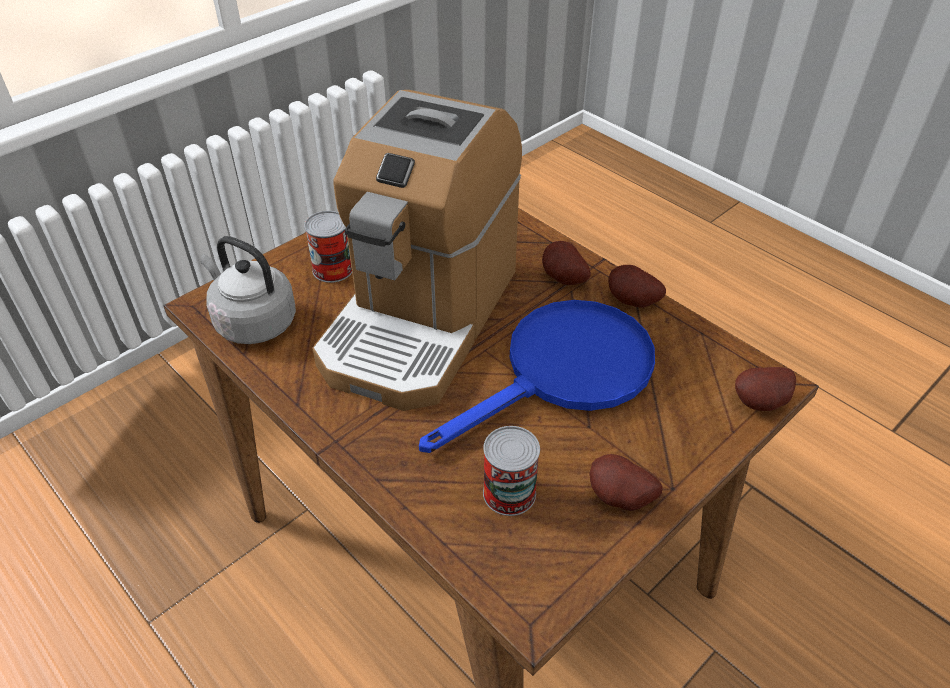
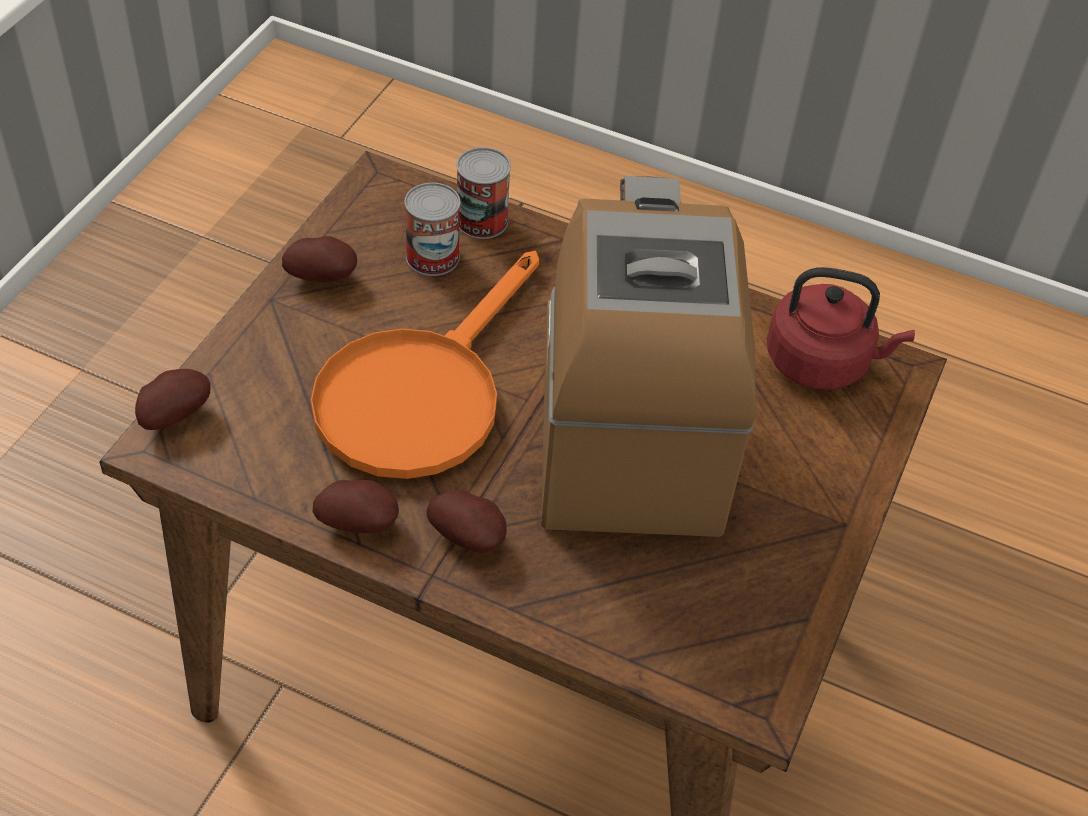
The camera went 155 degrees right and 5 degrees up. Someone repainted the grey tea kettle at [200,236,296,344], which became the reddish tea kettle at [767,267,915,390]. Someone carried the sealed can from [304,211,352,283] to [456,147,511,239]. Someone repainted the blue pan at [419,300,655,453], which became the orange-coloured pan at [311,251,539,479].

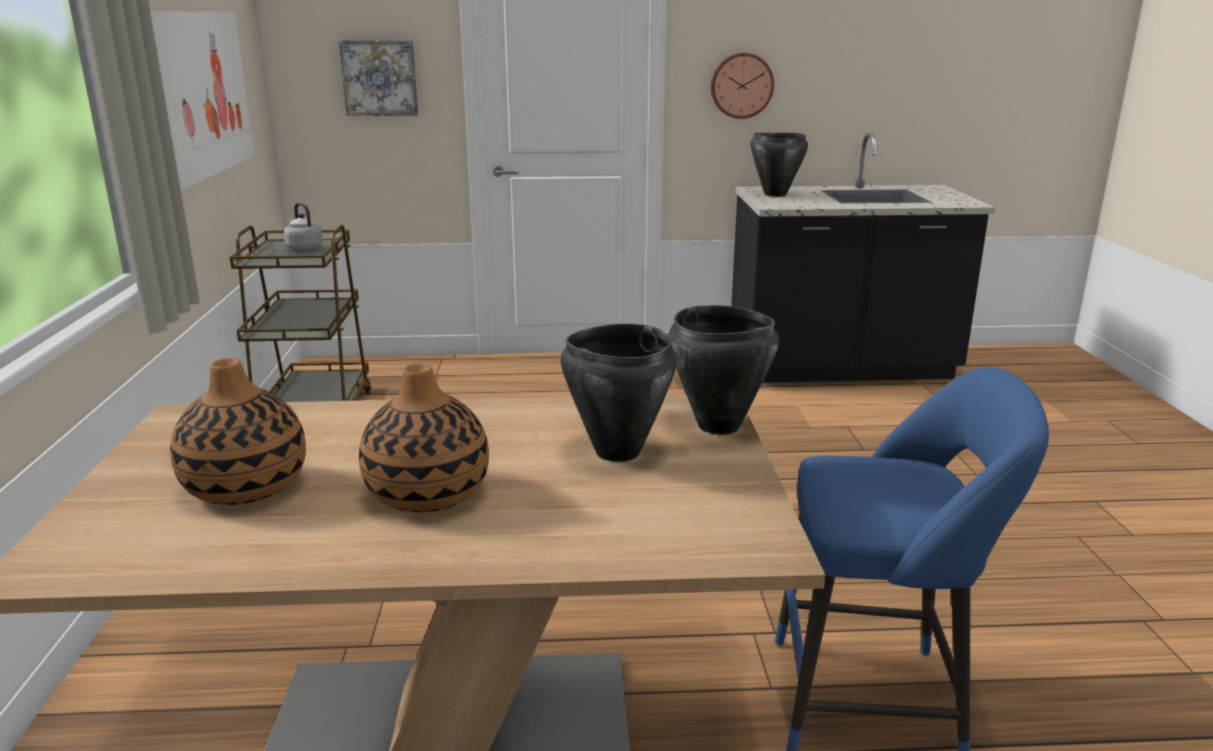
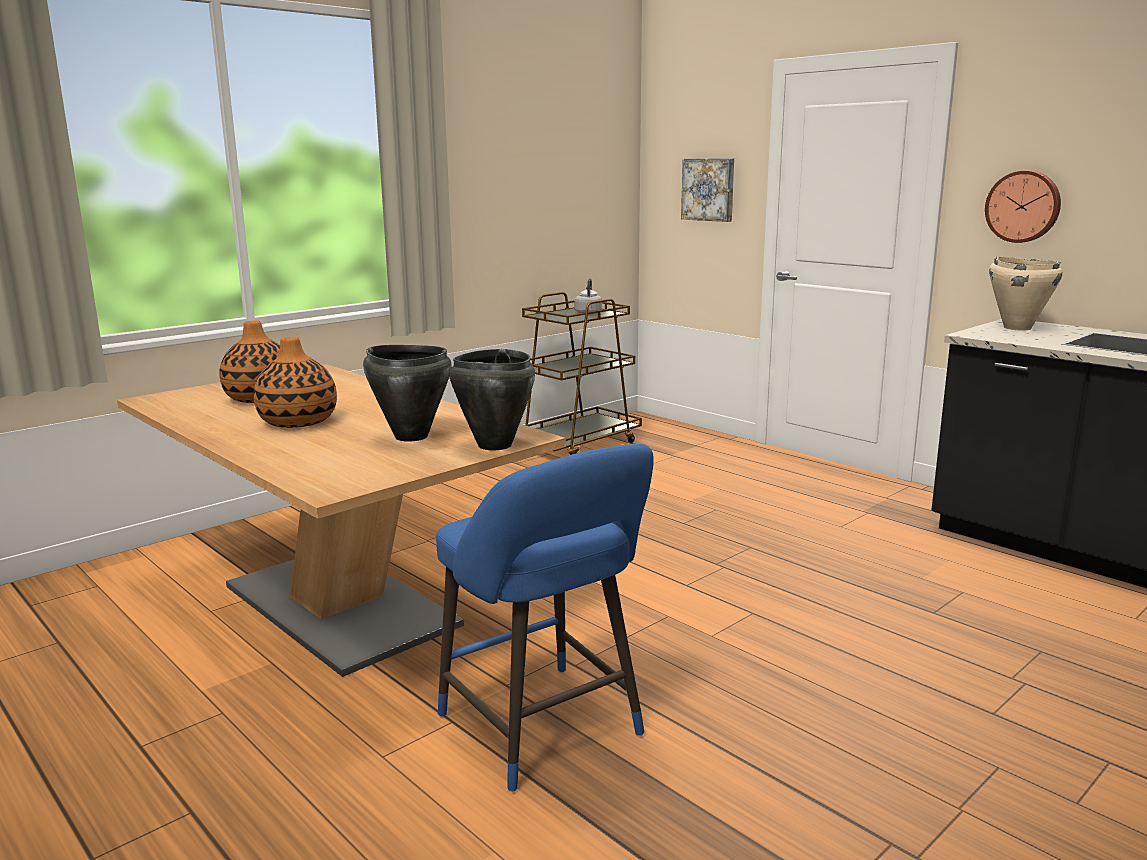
The camera went 50 degrees right and 5 degrees down. Someone took away the wall picture at [150,11,255,190]. Someone repainted the blackish saucepot at [750,133,808,197], which became the beige-coloured saucepot at [989,257,1063,331].

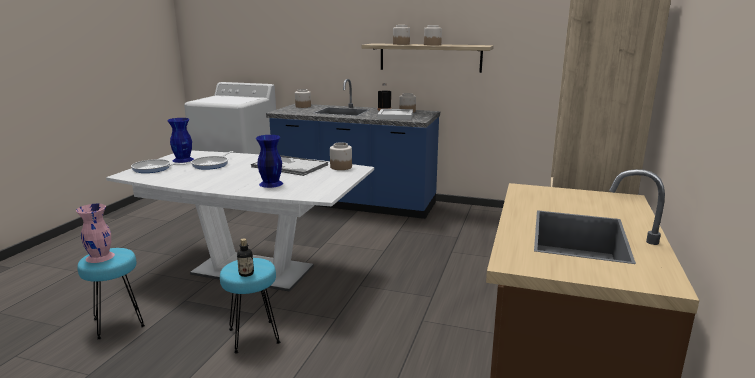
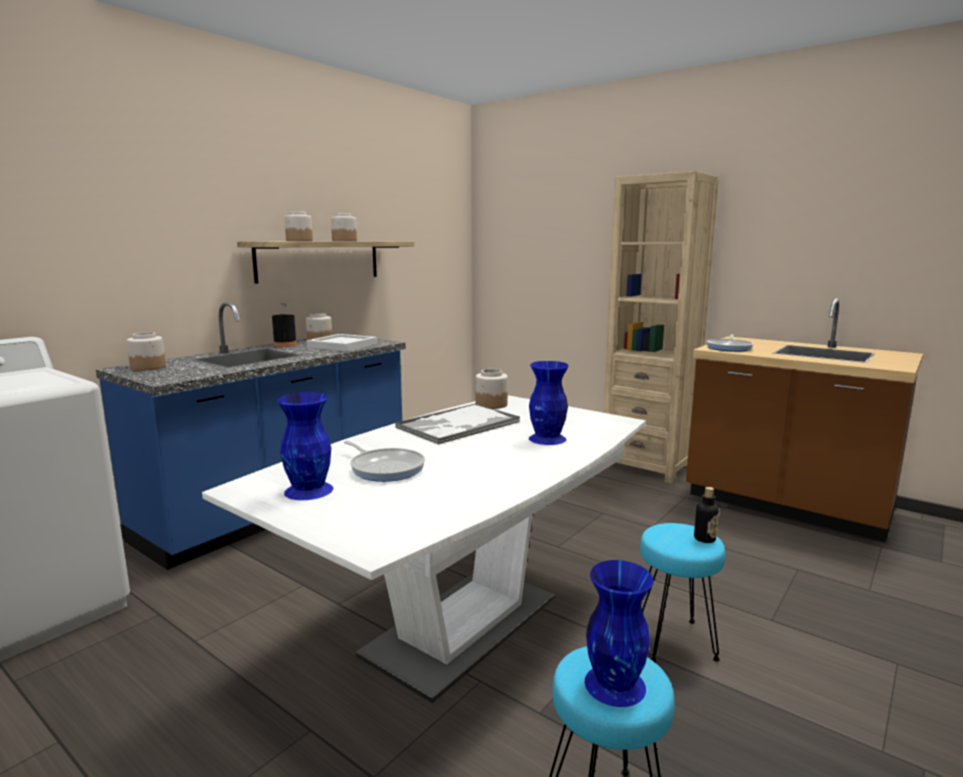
The camera went 70 degrees left and 5 degrees down. Someone repainted the pink-coloured vase at [76,204,115,263], which became the blue vase at [585,560,654,707]. Someone carried the pan from [131,159,187,173] to [706,335,754,352].

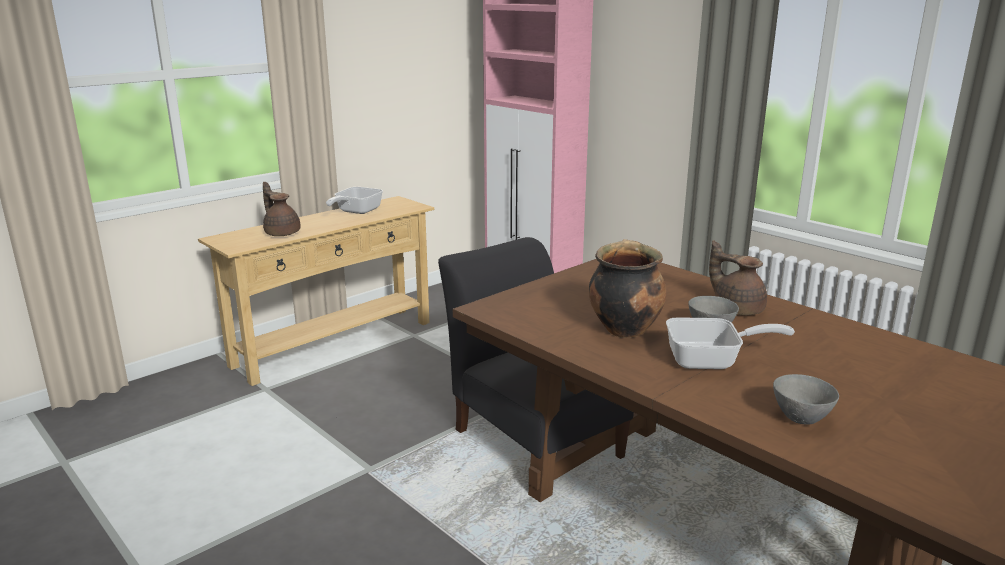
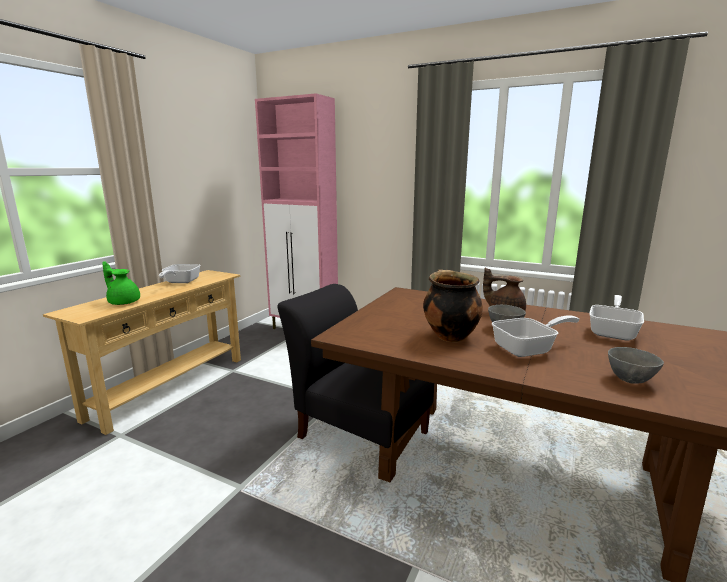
The camera went 20 degrees left and 5 degrees down. Someone repainted the brown pot for tea at [263,182,301,236], which became the green pot for tea at [102,262,140,305]. Someone put down the pan at [589,295,644,341].

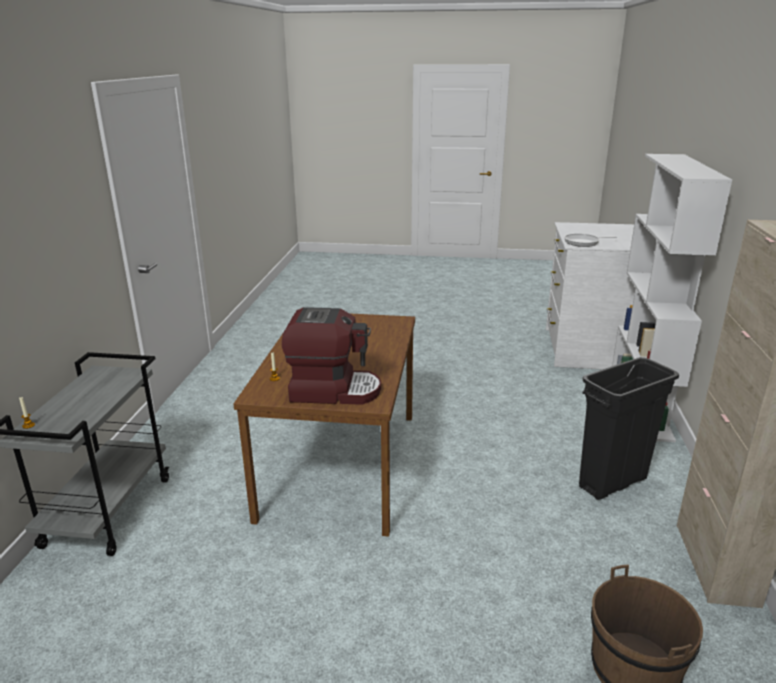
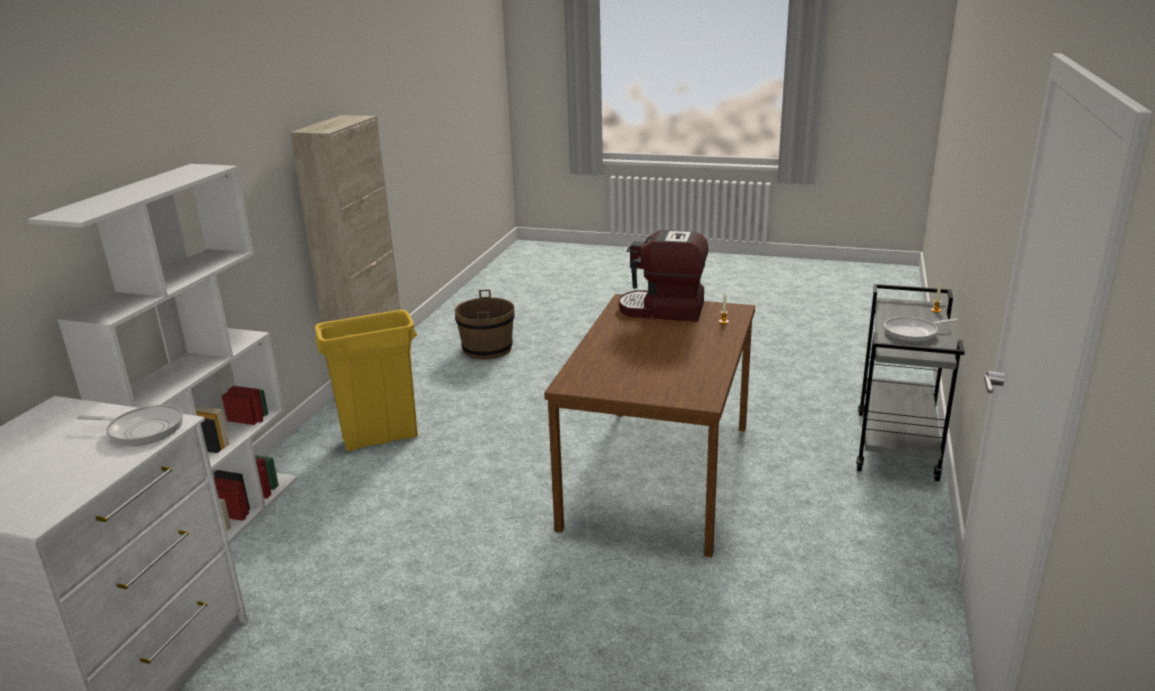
The camera went 170 degrees left and 0 degrees up. Someone repainted the blackish waste bin at [579,357,679,500], which became the yellow-coloured waste bin at [315,310,418,451]. Someone put down the pan at [884,317,958,342].

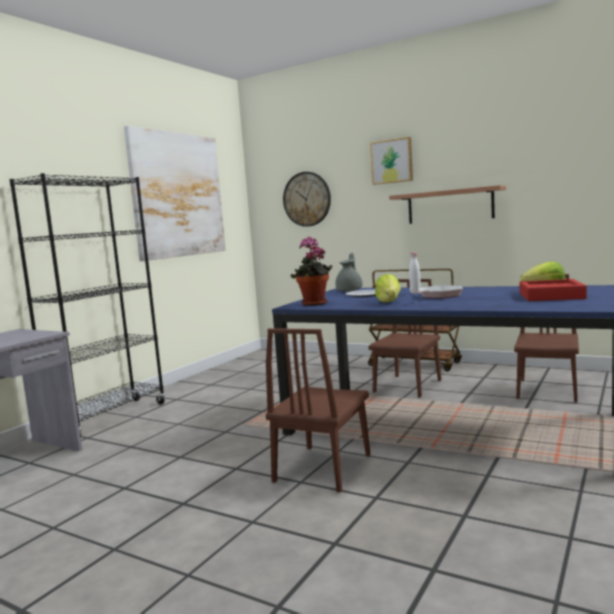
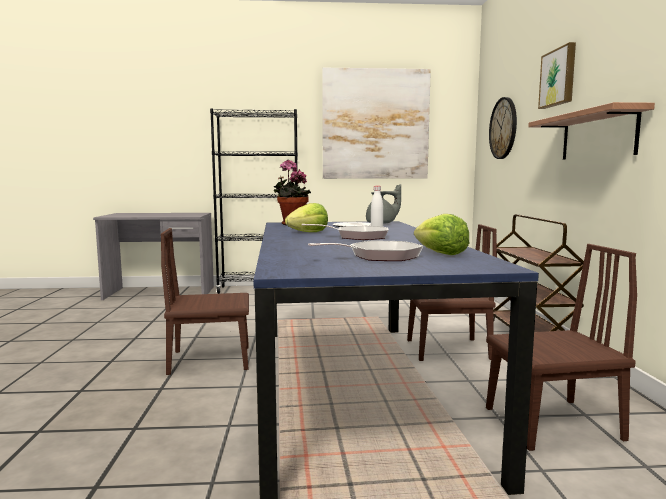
The camera went 55 degrees right and 0 degrees up. Someone swapped the reddish serving tray at [520,279,587,301] for the pan at [308,241,423,261].

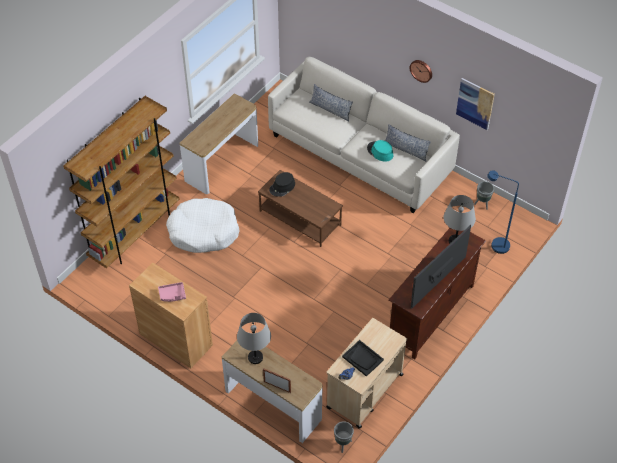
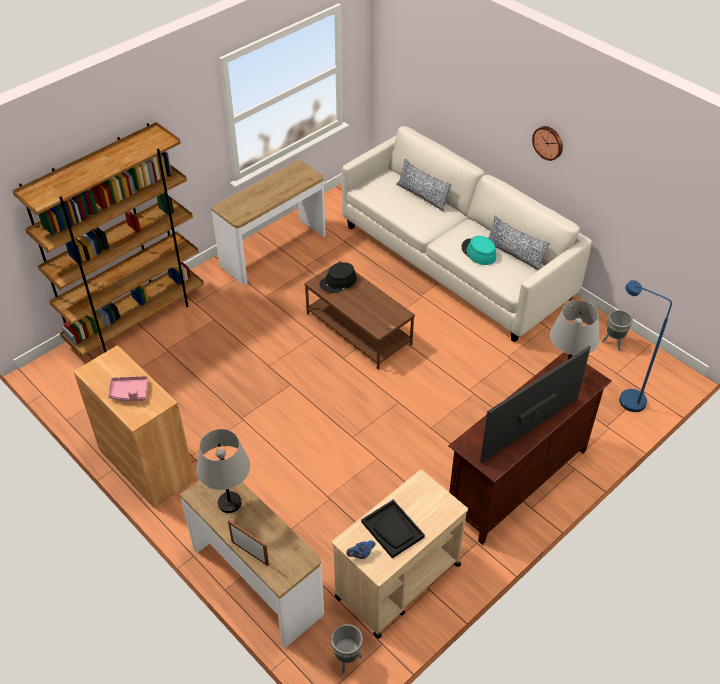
The camera went 10 degrees right and 5 degrees down. Someone took away the white pet bed at [166,198,239,253]. Someone took away the wall picture at [456,78,495,130].

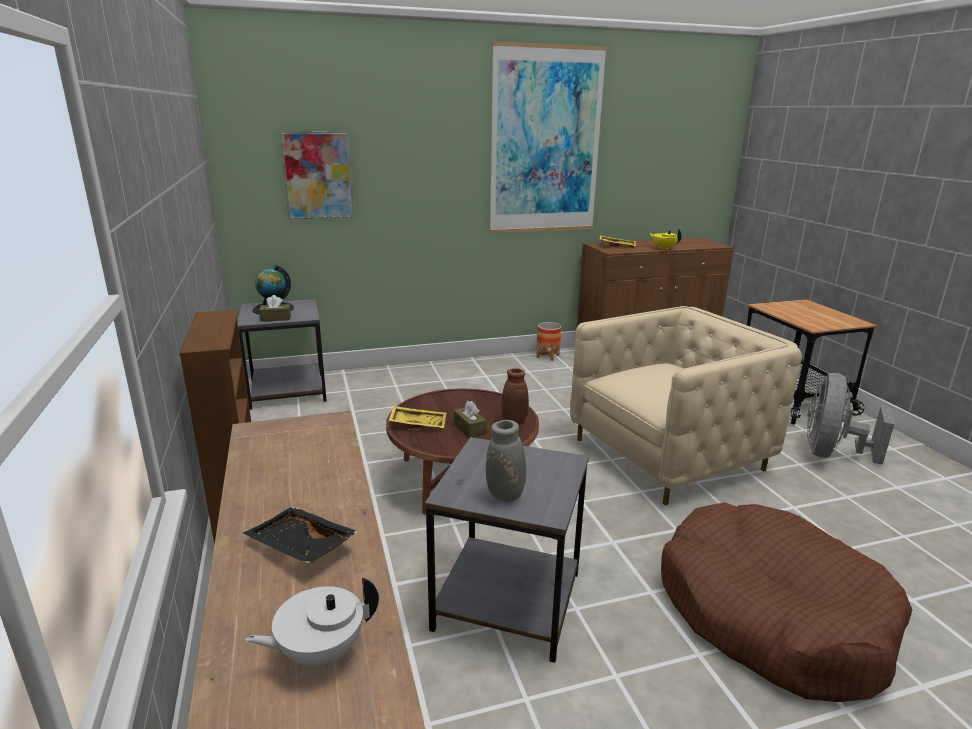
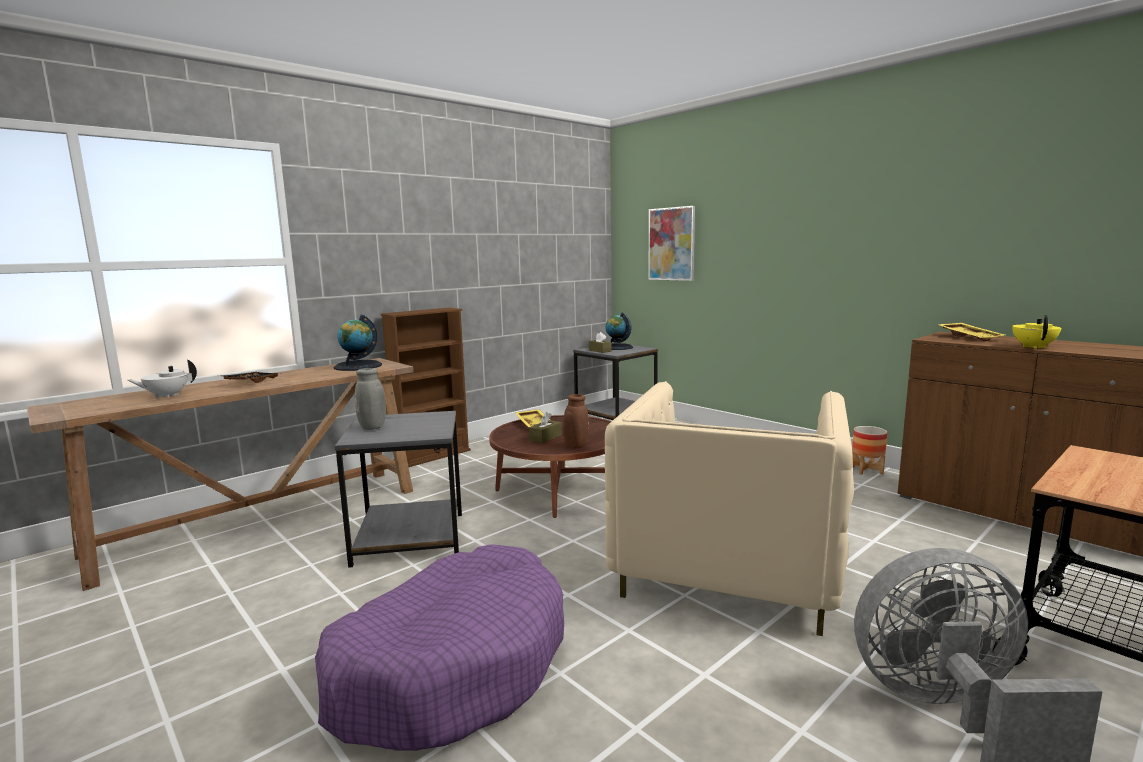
The camera went 65 degrees right and 10 degrees down. Someone rotated the white pot for tea at [245,578,379,667] by 75 degrees counterclockwise. Someone took away the wall picture at [489,41,607,233]. Someone rotated the beige-coloured easy chair at [570,306,802,505] by 75 degrees clockwise. Someone repainted the brown pet bed at [661,502,912,702], which became the purple-coloured pet bed at [315,544,564,750]. Someone put down the desk globe at [333,315,382,371].

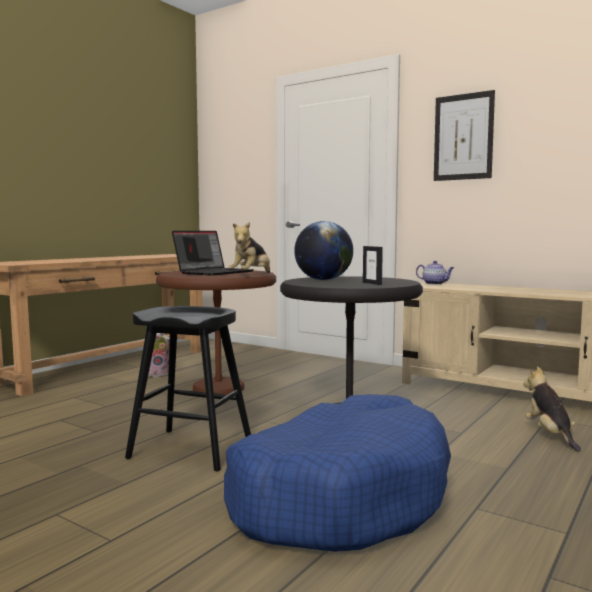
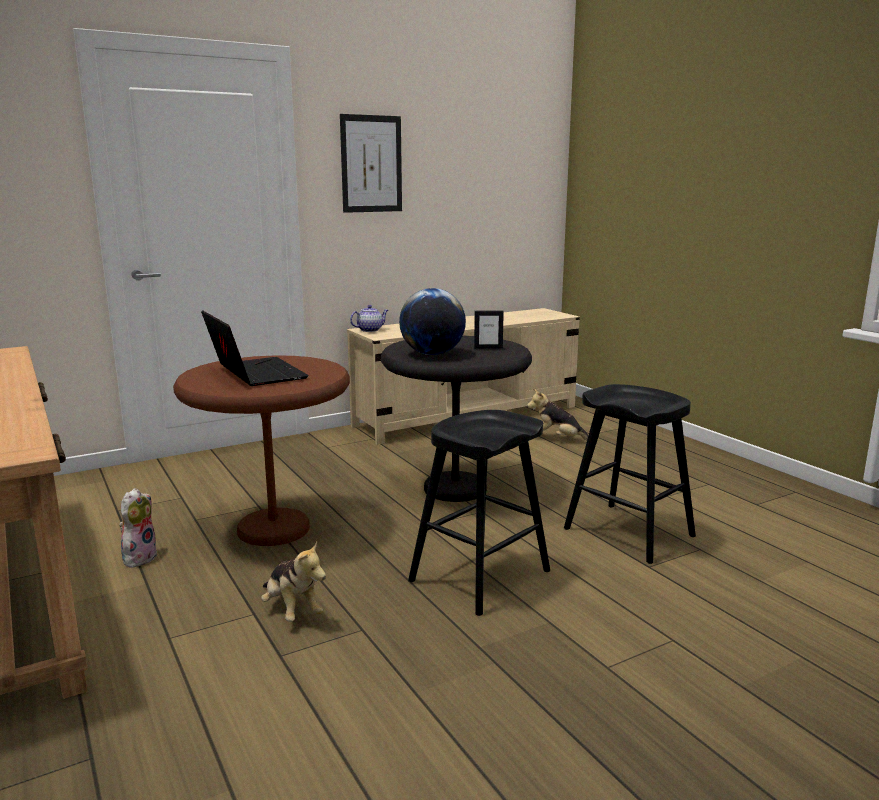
The camera went 65 degrees left and 10 degrees up. Someone swapped the blue pet bed at [224,394,451,552] for the blackish stool at [564,384,696,564]. Someone carried the cuddly toy from [229,222,270,273] to [261,541,326,622].

